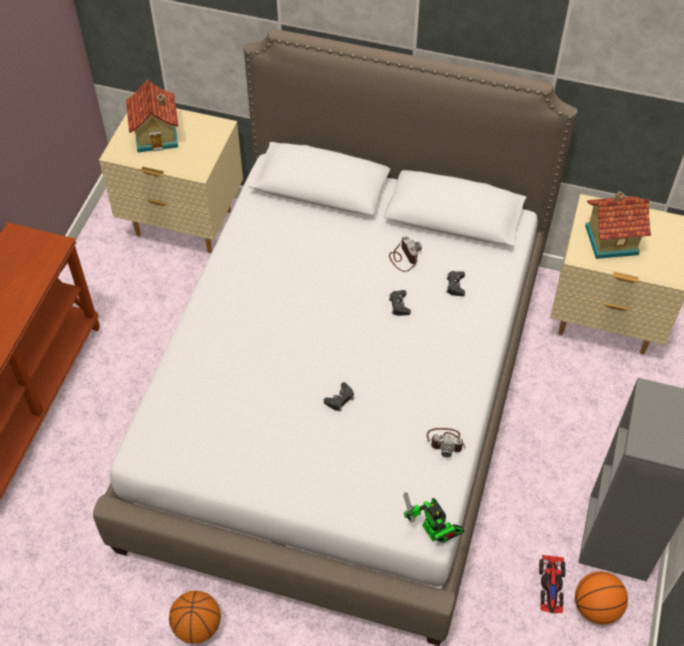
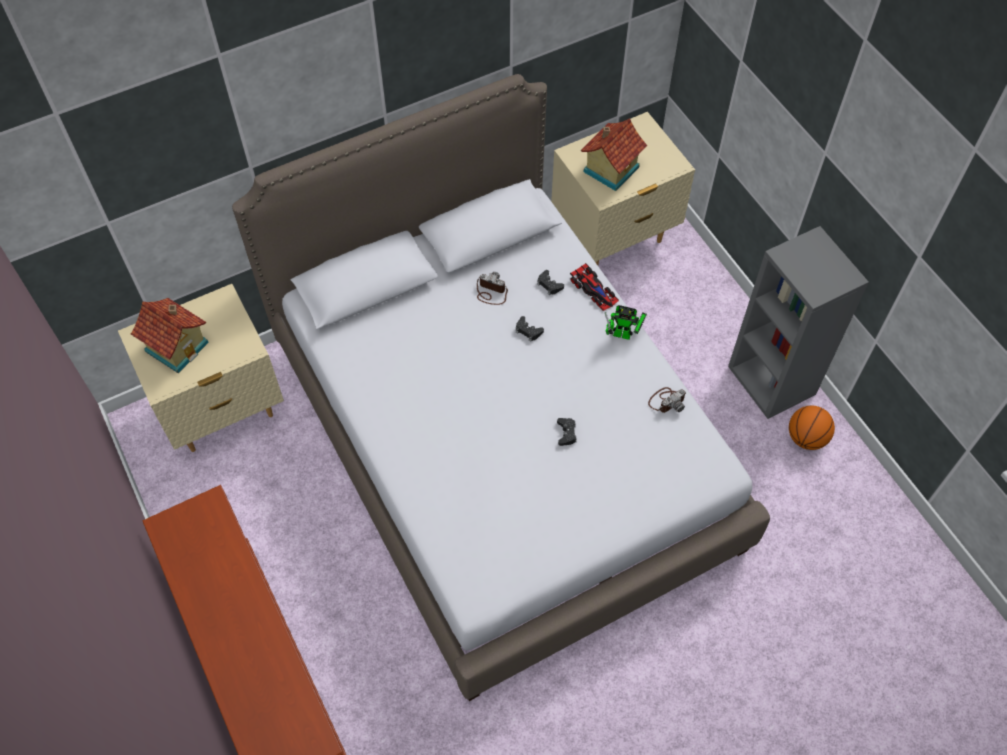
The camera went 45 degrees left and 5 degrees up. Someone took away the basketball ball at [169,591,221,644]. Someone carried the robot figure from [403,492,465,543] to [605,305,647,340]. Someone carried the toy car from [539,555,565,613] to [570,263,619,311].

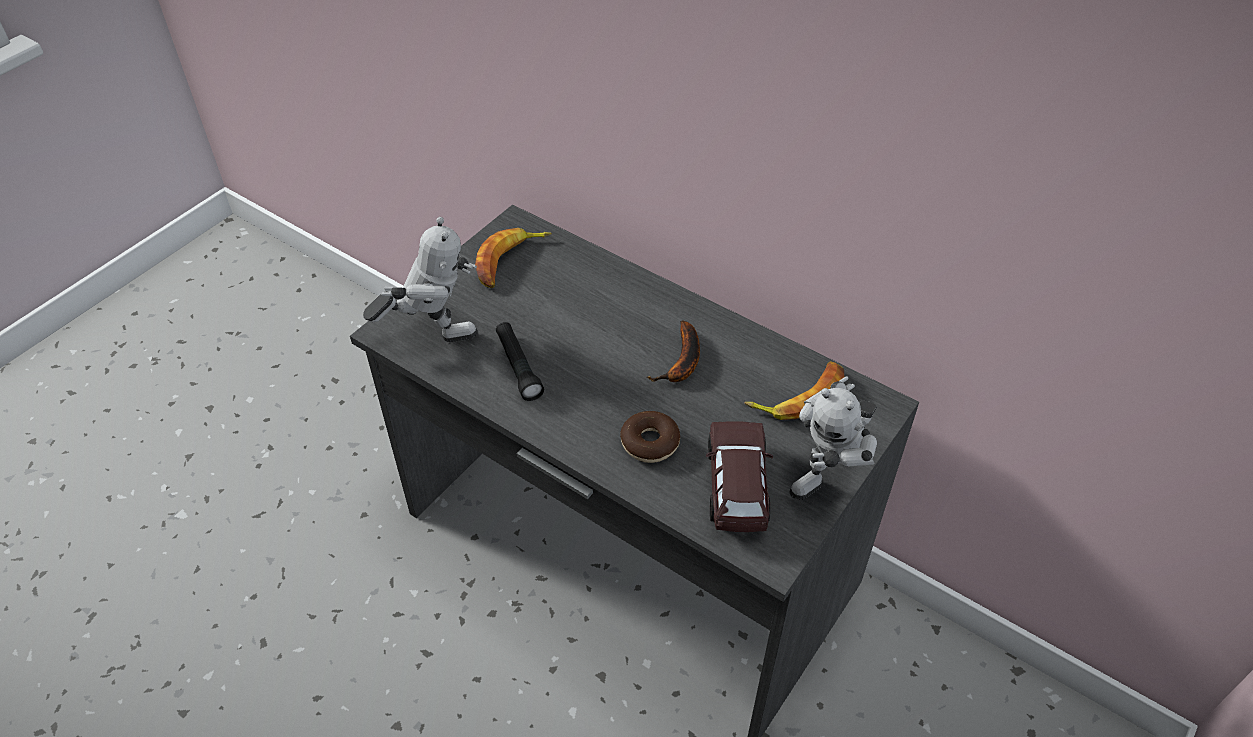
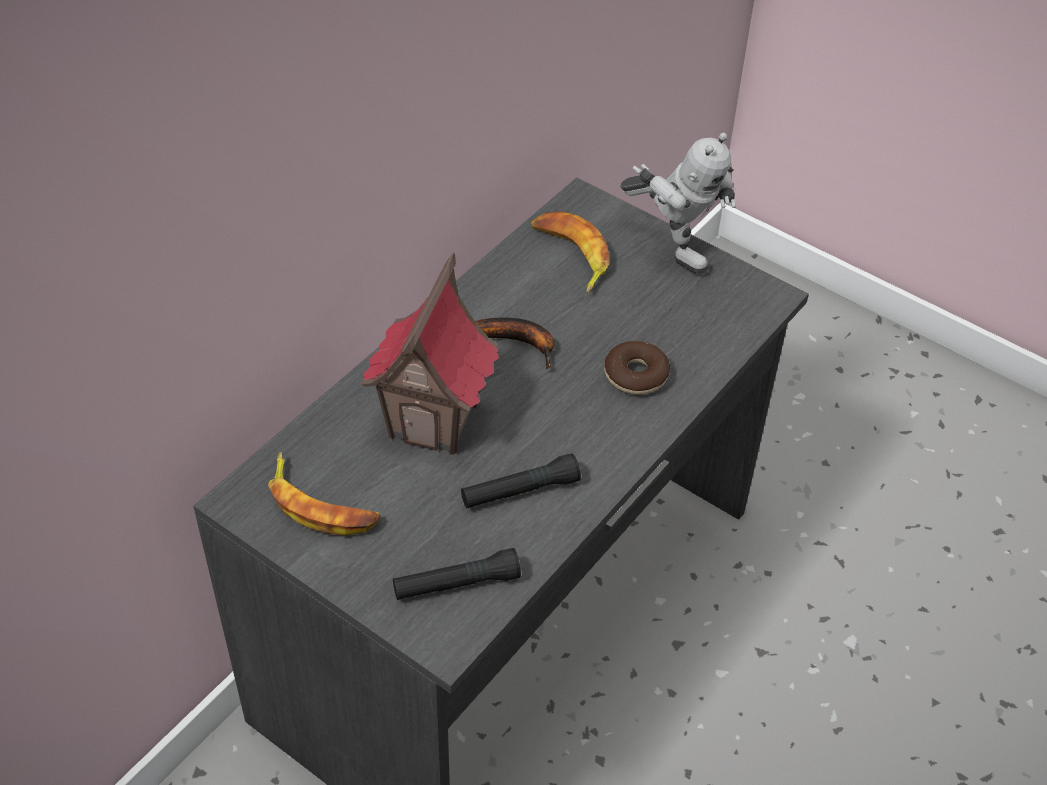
The camera went 90 degrees left and 0 degrees up. Someone swapped the robot figure at [363,217,478,342] for the blackish torch at [393,548,521,600]. Someone took away the brown toy car at [706,421,773,532]. Someone put down the miniature house at [362,252,499,455].

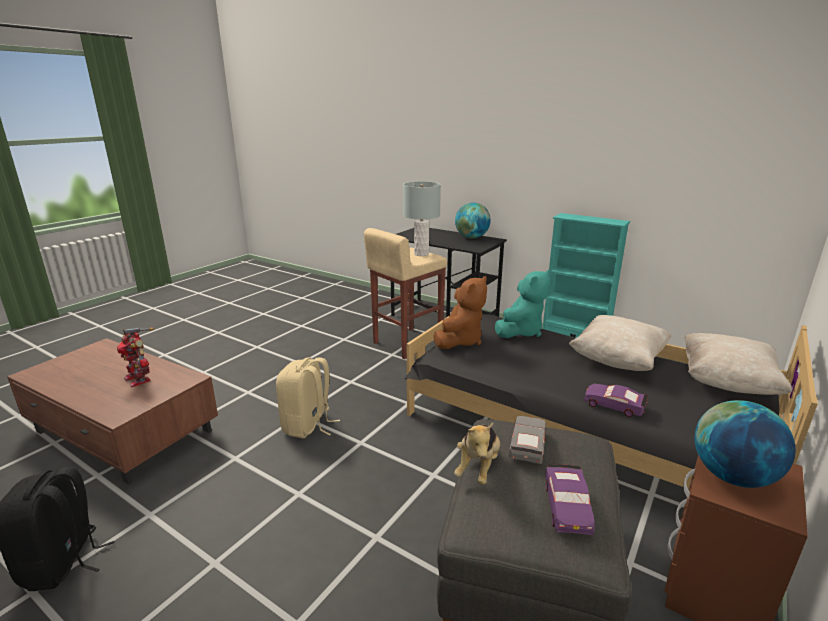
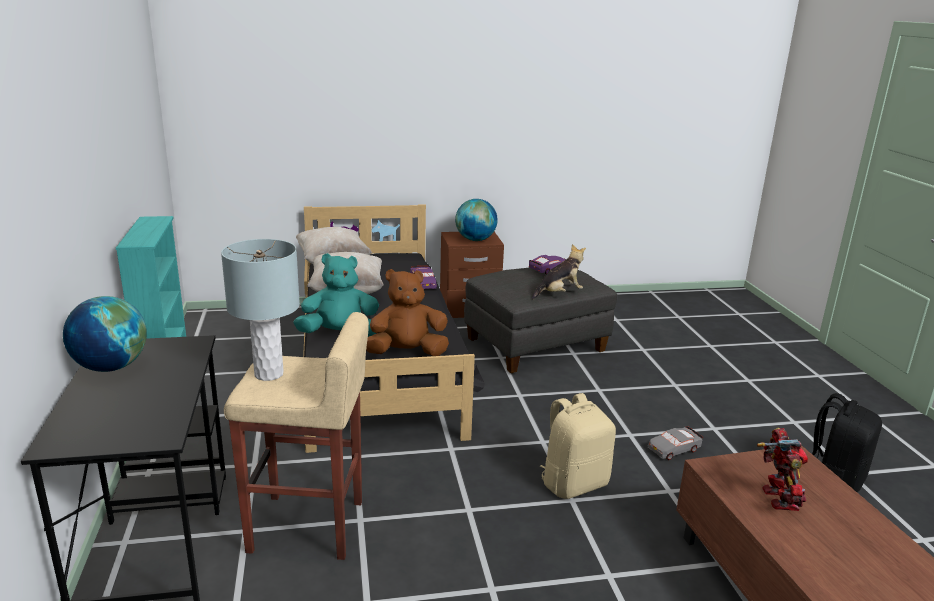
The camera went 135 degrees left and 0 degrees up. Someone carried the grey toy car from [509,416,546,464] to [647,426,703,460].

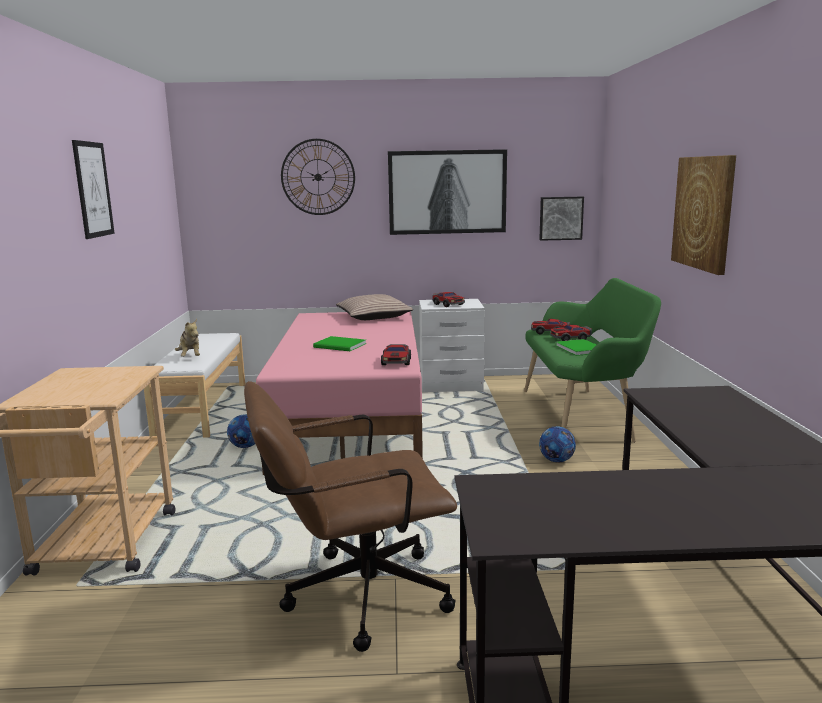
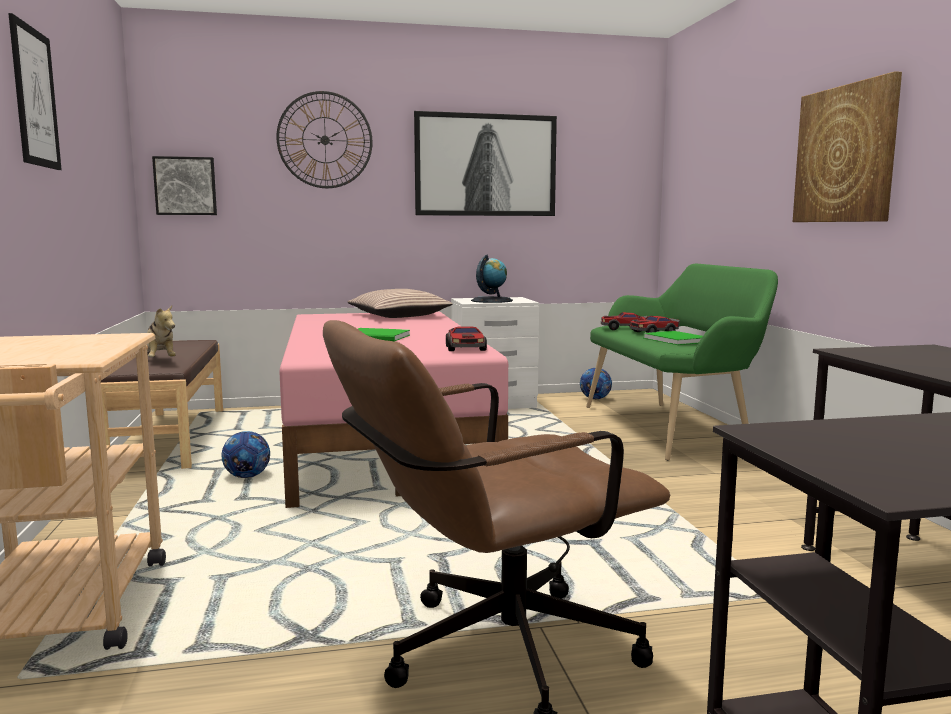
The camera went 10 degrees left and 5 degrees down. Someone repainted the white bench at [144,333,245,438], which became the brown bench at [101,340,223,469]. Someone swapped the toy car at [433,292,465,307] for the desk globe at [471,255,513,303]. Someone carried the wall picture from [539,197,584,241] to [152,156,217,215]. Someone carried the ball for football from [539,426,576,462] to [580,368,612,399].

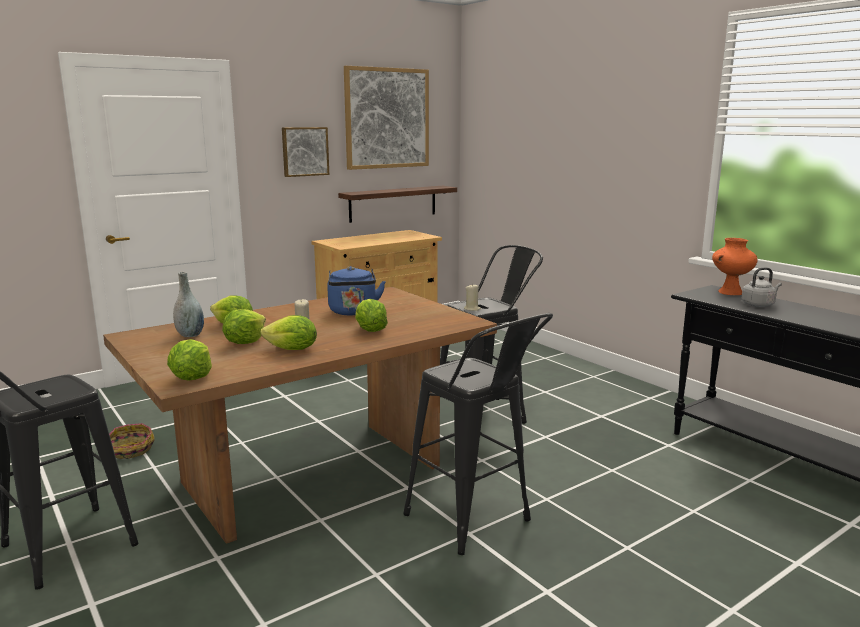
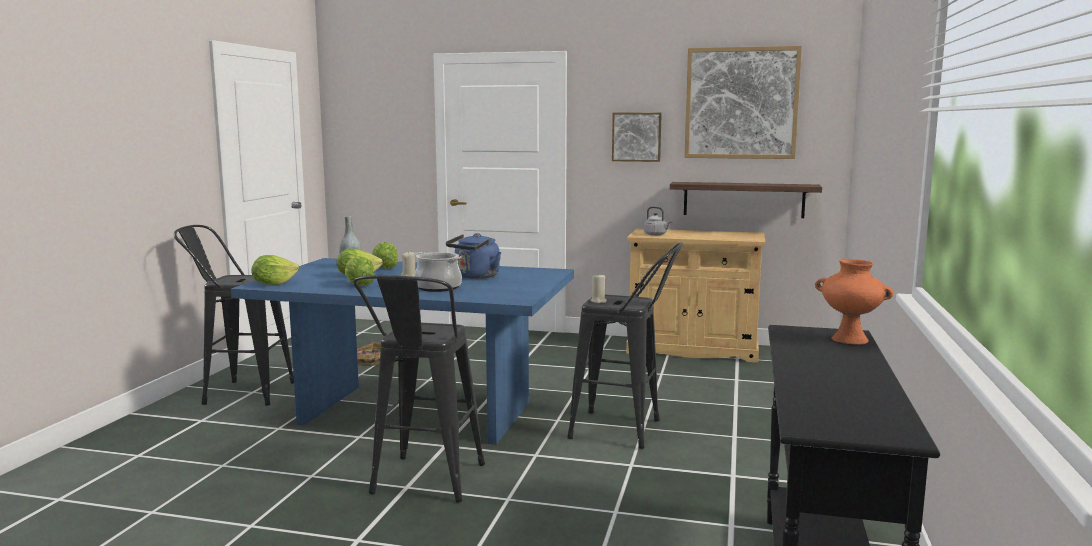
The camera went 50 degrees right and 5 degrees down. Someone repainted the brown kitchen table at [103,287,497,544], which became the blue kitchen table at [231,258,574,445]. Someone swapped the head of lettuce at [355,299,388,332] for the saucepot at [414,252,462,292]. Someone carried the grey tea kettle from [742,267,782,307] to [644,206,672,236].

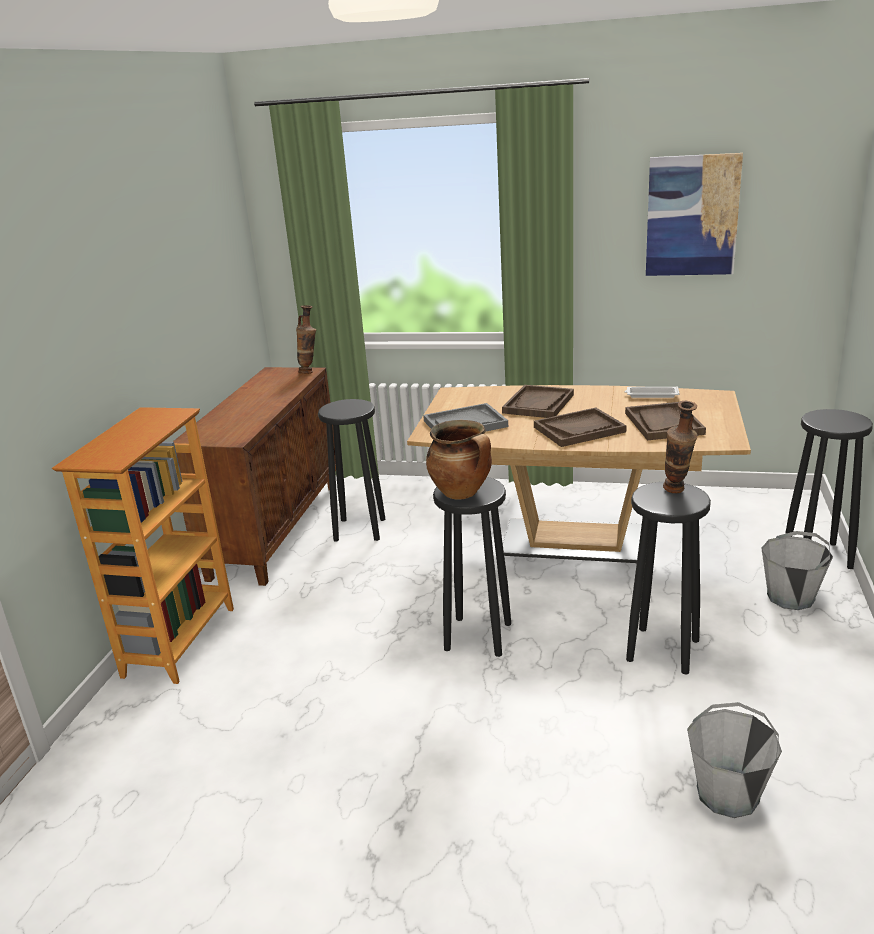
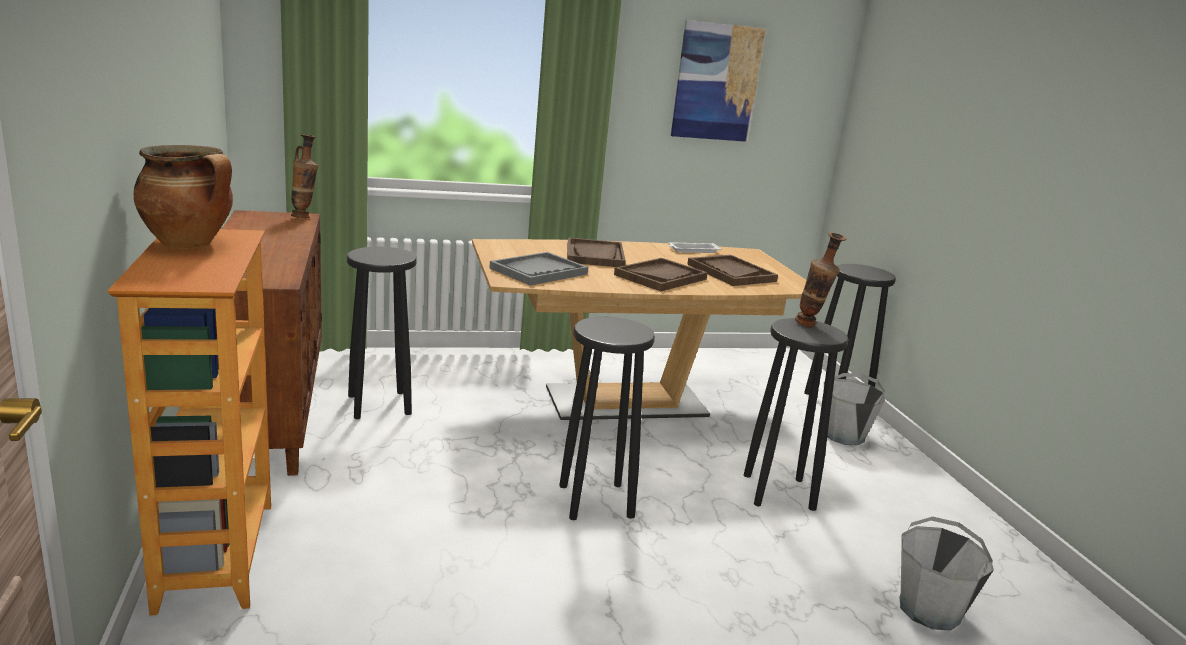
The camera went 30 degrees left and 5 degrees down. Someone carried the saucepot from [426,420,492,500] to [134,145,233,249].

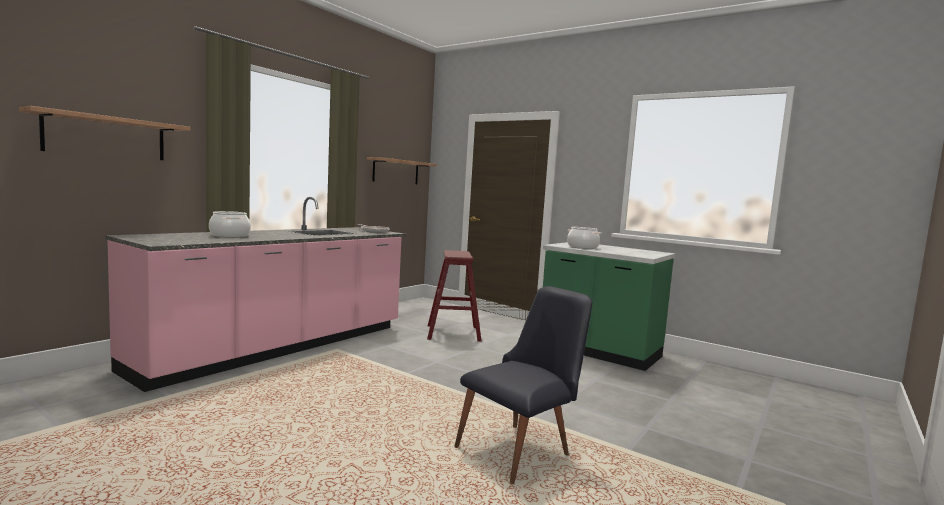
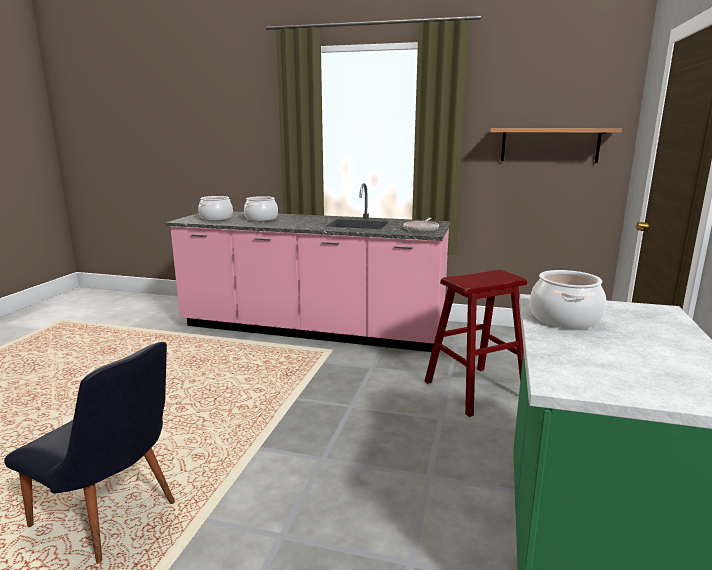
The camera went 70 degrees right and 10 degrees up. Someone took away the wall shelf at [19,106,191,160]. Someone put down the saucepot at [198,196,233,221].

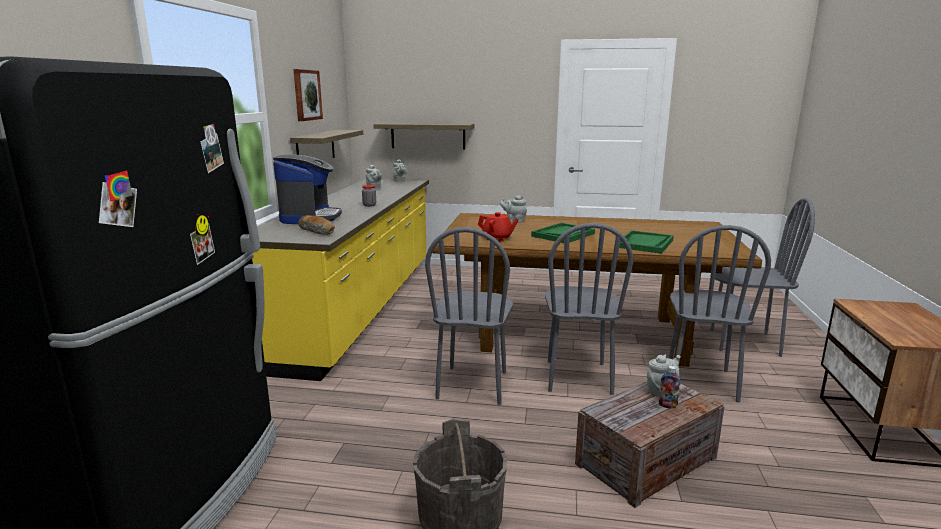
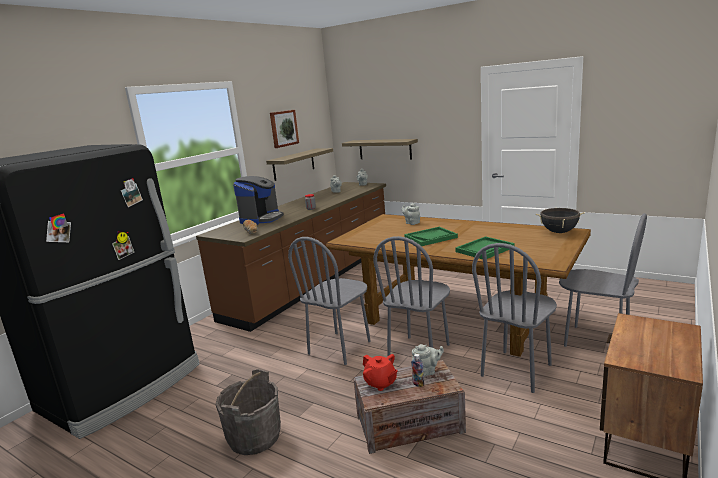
The camera went 25 degrees right and 0 degrees up. Someone repainted the yellow-coloured kitchen base unit at [252,178,429,381], which became the brown kitchen base unit at [196,182,386,332]. Someone carried the reddish pot for tea from [478,212,519,241] to [363,354,398,391]. Someone put down the blackish saucepot at [536,208,585,233].

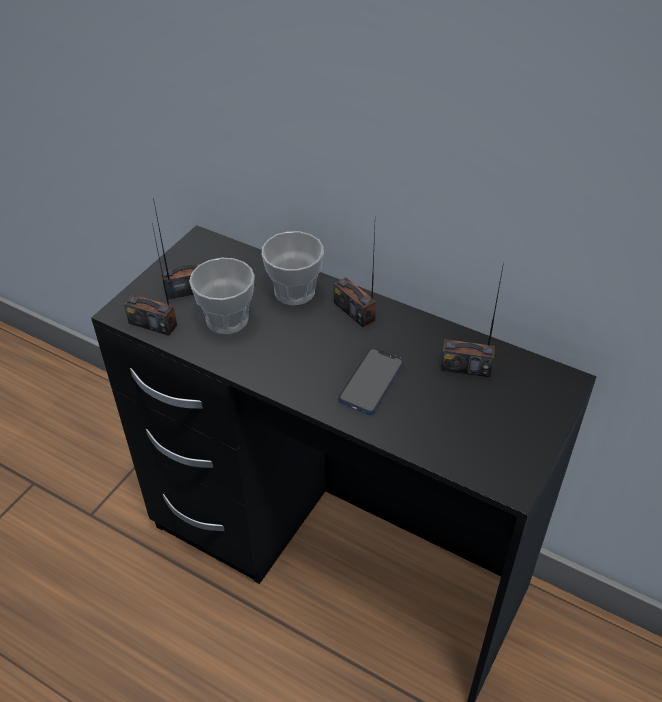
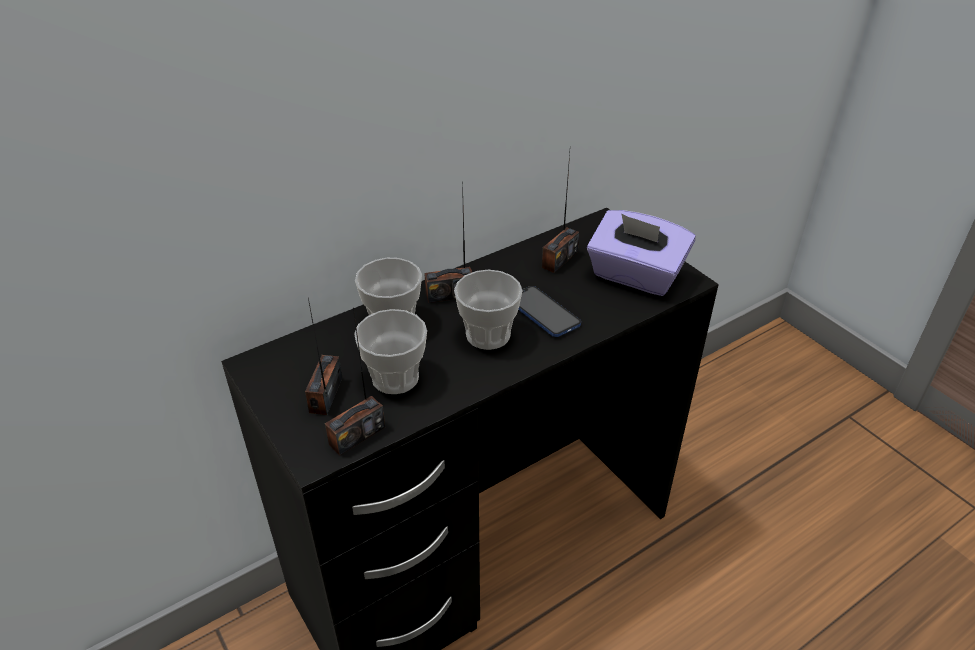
The camera went 65 degrees left and 5 degrees down. Someone put down the small cup at [454,270,523,350]. Someone put down the purple-coloured box of tissues at [587,210,696,296].

